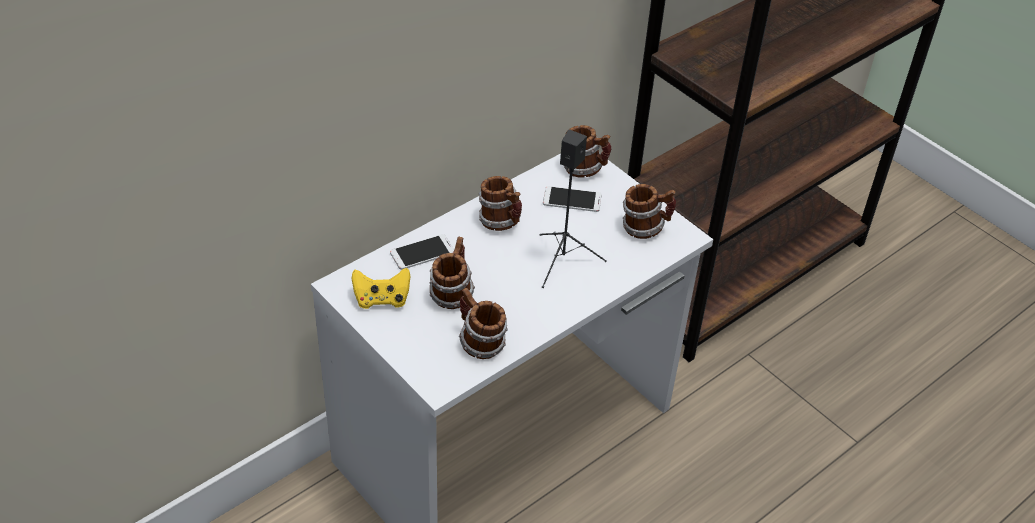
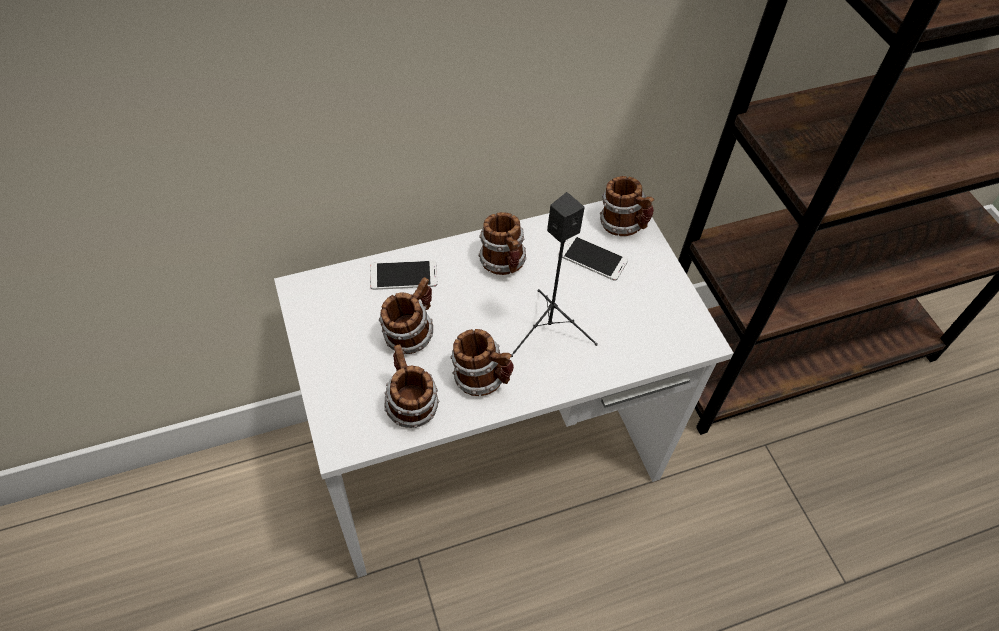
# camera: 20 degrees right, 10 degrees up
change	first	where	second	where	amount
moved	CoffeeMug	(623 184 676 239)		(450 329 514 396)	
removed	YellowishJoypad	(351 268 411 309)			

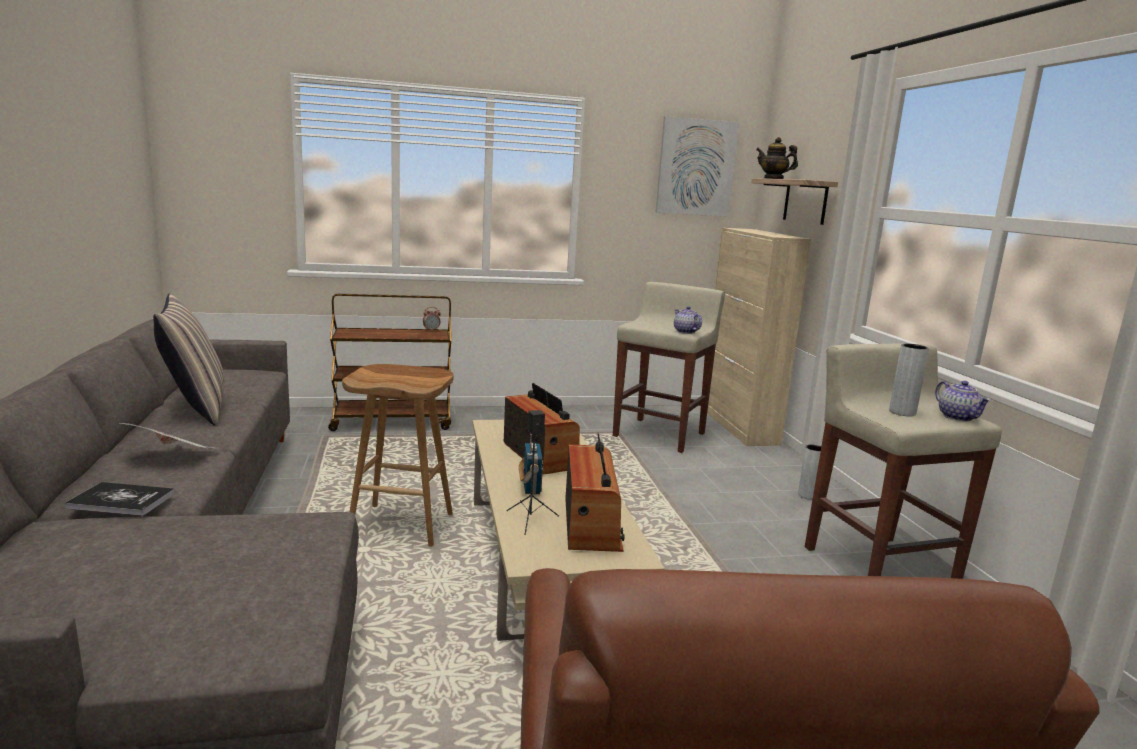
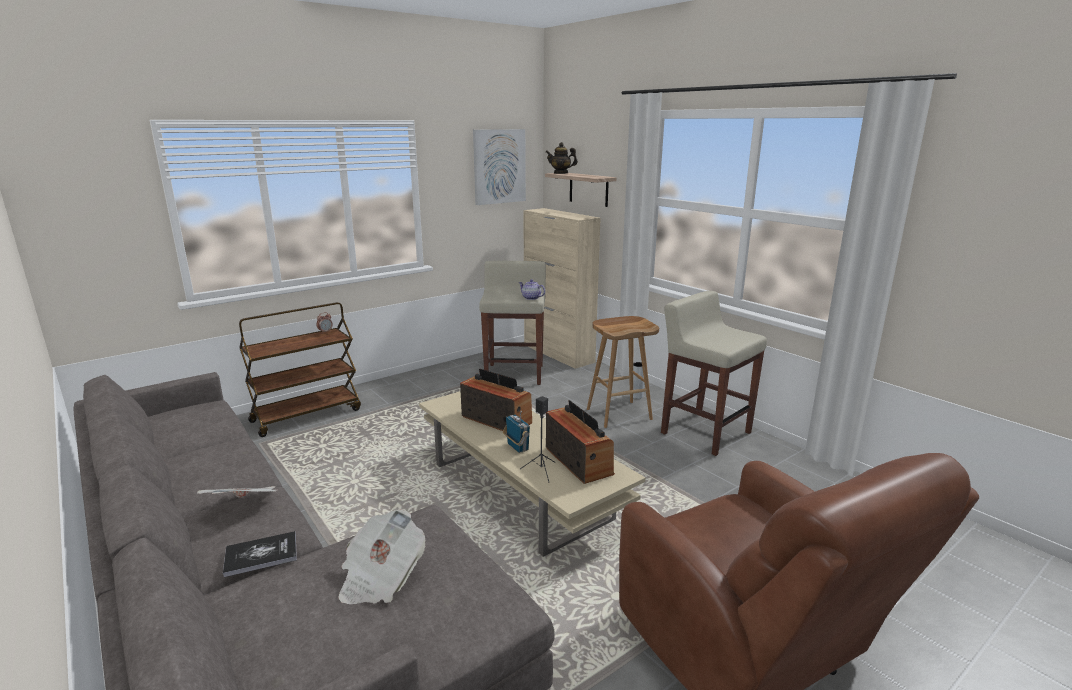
# camera: 25 degrees left, 5 degrees up
change	first	where	second	where	amount
added			Newspaper	(338 509 425 604)	
moved	BrownColouredStool	(342 364 454 547)		(587 316 659 428)	
removed	ThrowPillow	(153 293 224 426)			
removed	GreyishVase	(889 344 929 416)			
removed	Teapot	(935 381 991 421)			

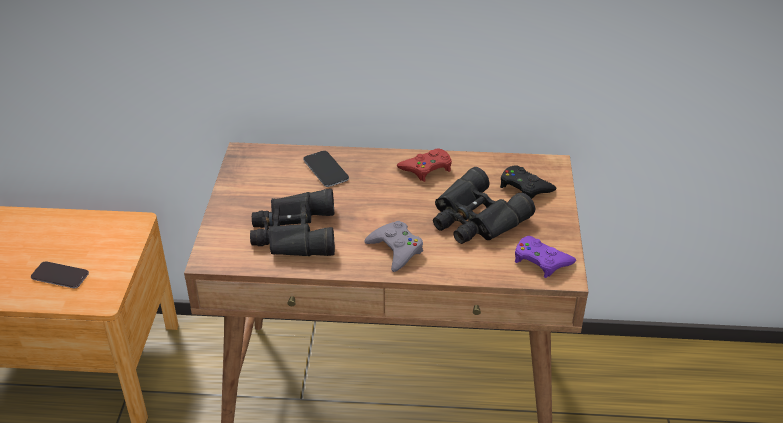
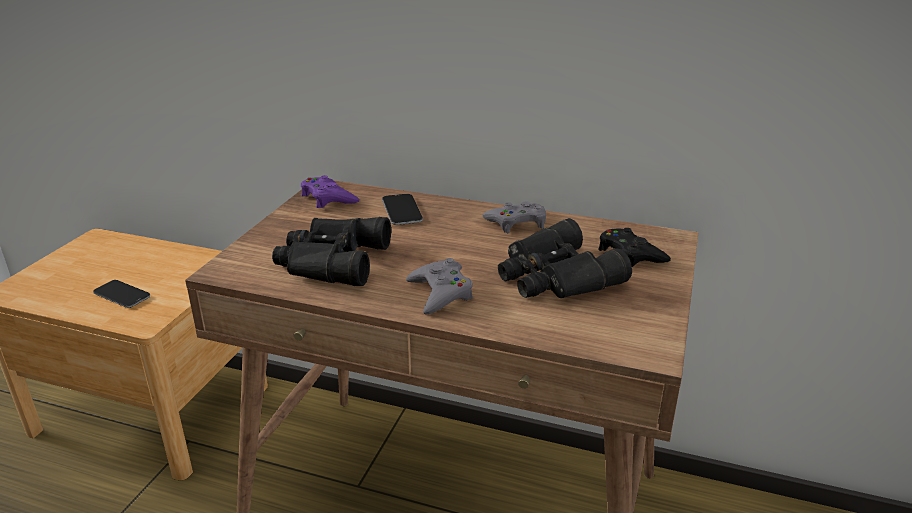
# camera: 15 degrees right, 10 degrees down
change	first	where	second	where	amount
moved	PurplishJoypad	(515 236 576 278)		(301 175 359 208)	
recoloured	RedJoypad	(397 148 452 182)	GreyishJoypad	(483 201 546 233)	

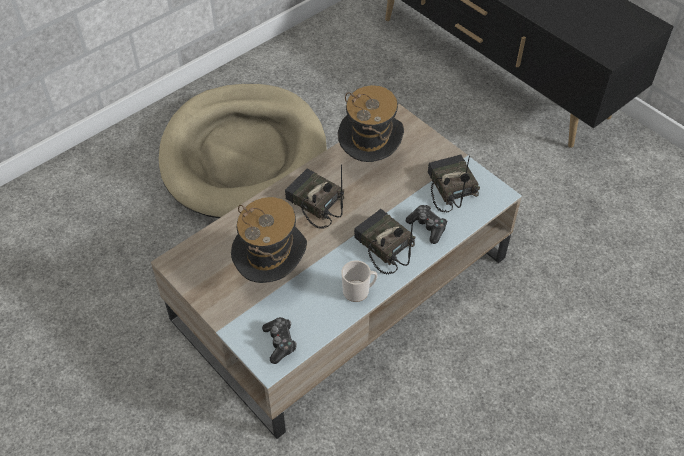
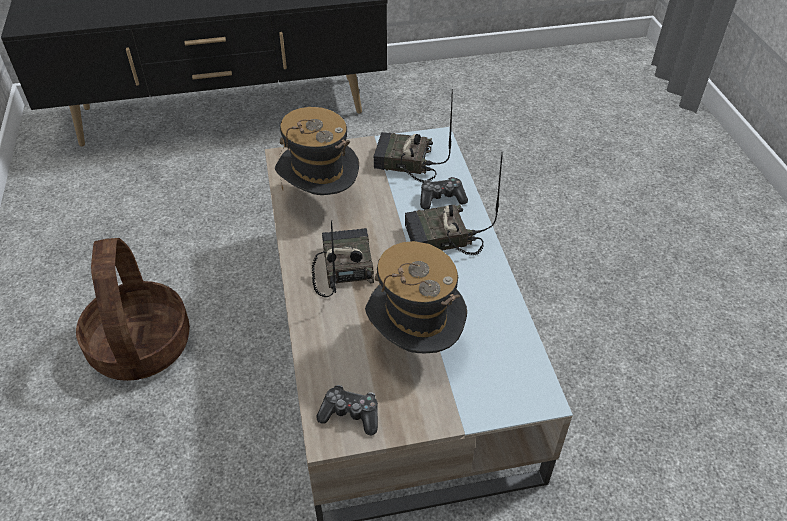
# camera: 60 degrees left, 5 degrees down
change	first	where	second	where	amount
replaced	BeigeColouredDogBed	(159 84 327 218)	HouseholdBasket	(76 238 190 381)	
turned	Radio	(285 164 344 229)		(312 220 374 297)	105 degrees clockwise
moved	Joypad	(262 317 297 364)		(317 385 378 435)	
removed	CoffeeMug	(341 261 378 302)			

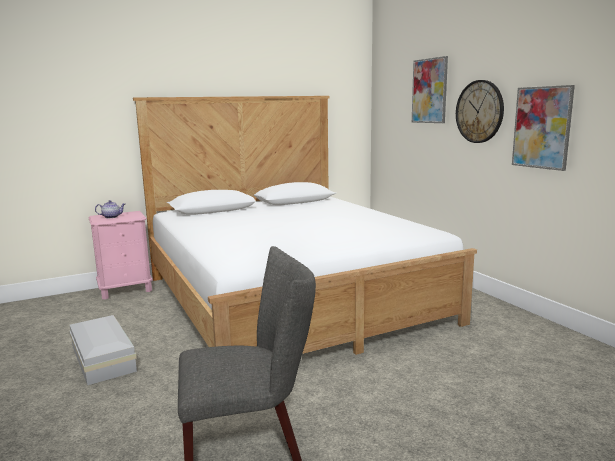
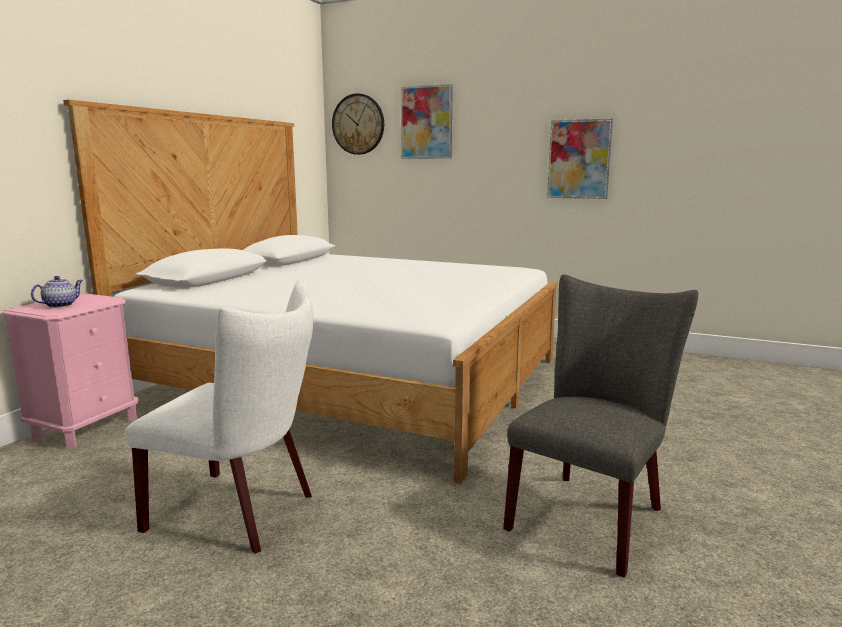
# camera: 40 degrees left, 0 degrees up
change	first	where	second	where	amount
replaced	WhiteColouredStorageBox	(69 315 137 385)	WhiteColouredUprightChair	(126 279 313 554)	
moved	ClockOnTheWall	(456 80 504 143)		(332 93 384 155)	

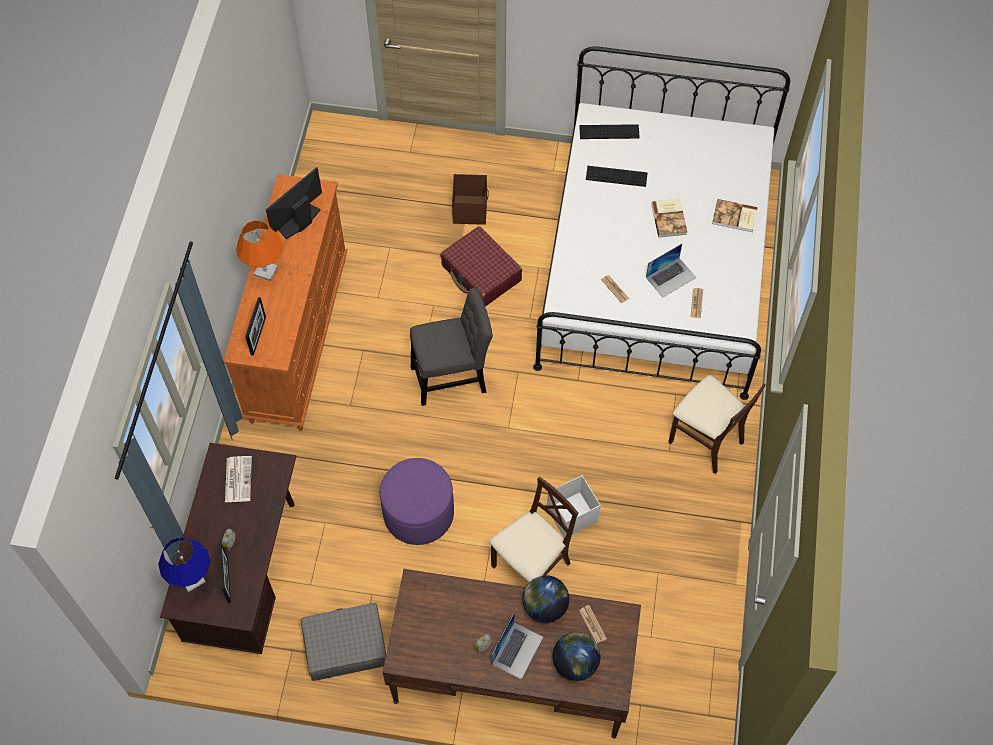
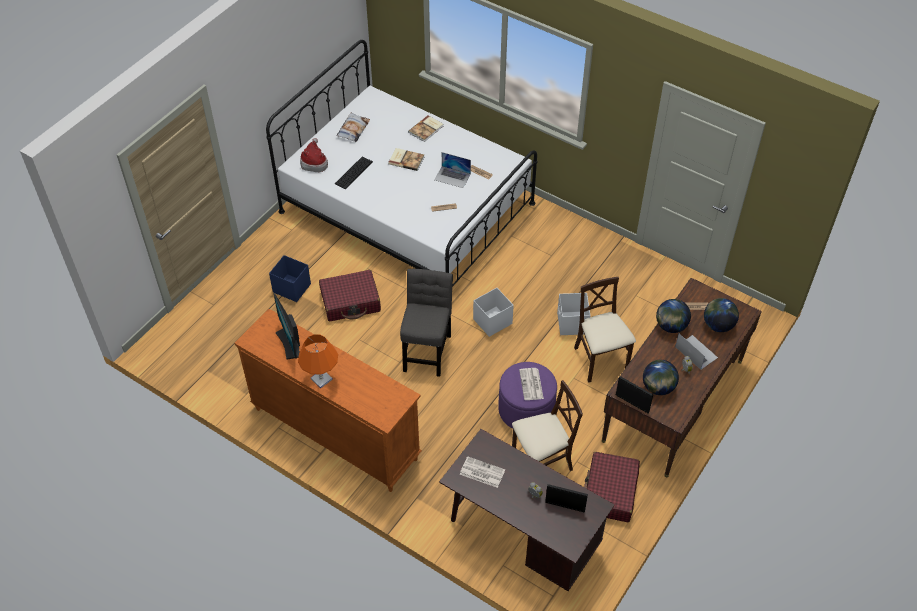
# camera: 65 degrees left, 10 degrees down
change	first	where	second	where	amount
recoloured	BrownColouredStorageBox	(452 174 489 225)	BluishStorageBox	(269 255 311 302)	
replaced	ComputerKeyboard	(579 124 640 139)	Hat	(300 138 328 172)	
added			ThrowPillow	(336 112 370 142)	
turned	PortableComputer	(646 244 696 297)		(434 152 471 188)	120 degrees clockwise
added			WhiteColouredStorageBox	(473 288 514 337)	
moved	BeigeColouredUprightChair	(668 375 766 474)		(512 380 583 471)	
added			Newspaper	(519 368 544 400)	
recoloured	GreyishTravelCase	(301 603 386 681)	RedTravelCase	(584 452 640 522)	
moved	PhotoFrame	(245 297 266 356)		(616 376 653 413)	
added			DeskGlobe	(643 360 679 395)	
removed	BluishTabletopLamp	(158 537 210 592)			

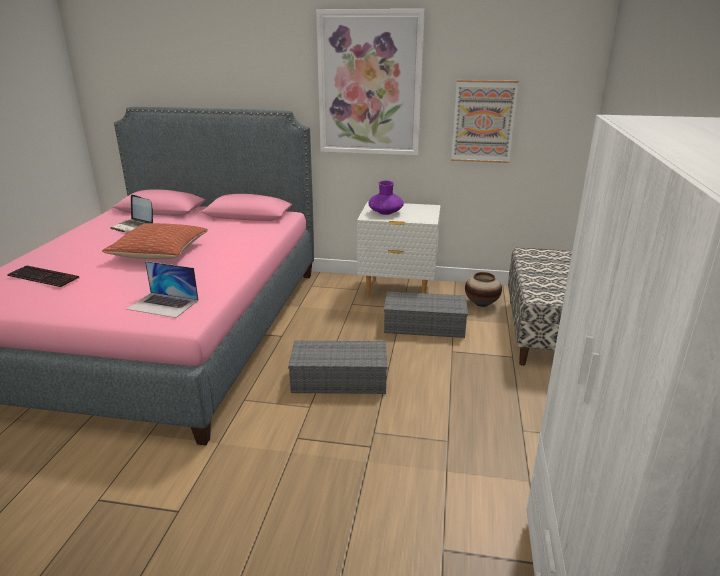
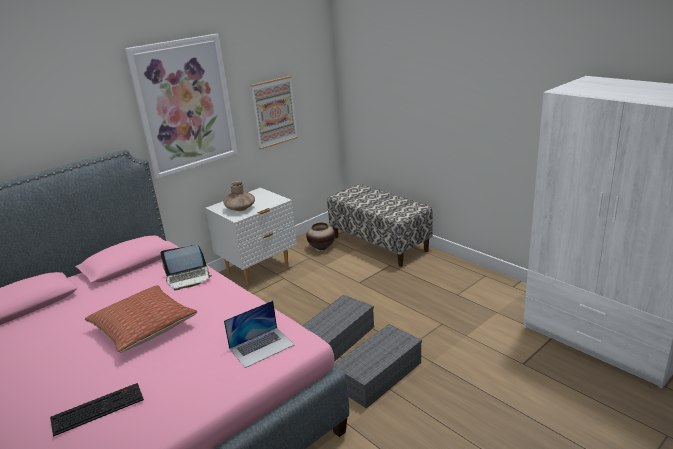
# camera: 50 degrees left, 0 degrees up
change	first	where	second	where	amount
moved	PortableComputer	(110 195 153 232)		(161 245 212 291)	
recoloured	PurplishVase	(368 180 404 215)	BrownColouredVase	(223 181 255 211)	
moved	GreyishStorageBox	(384 291 468 338)		(333 324 422 408)	

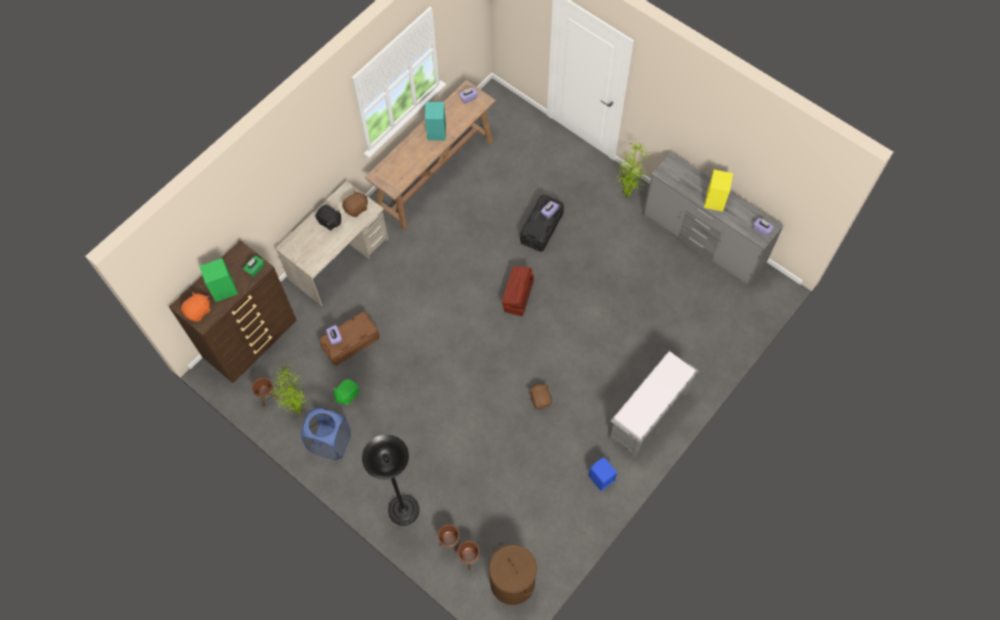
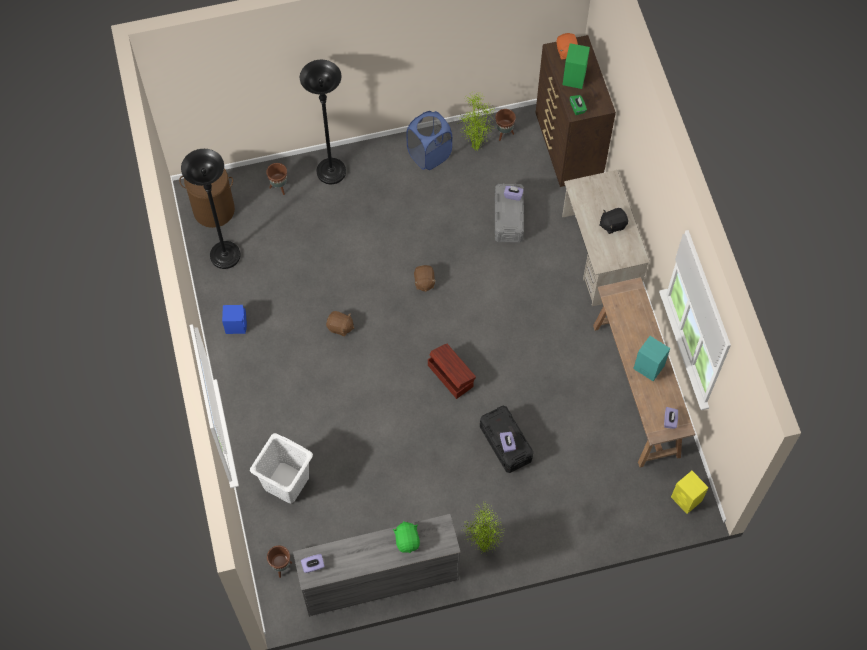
# camera: 125 degrees right, 0 degrees up
change	first	where	second	where	amount
added			BlackFloorLamp	(181 149 241 269)	
added			WhiteColouredHamper	(250 433 313 503)	
moved	BrownColouredPlanter	(457 541 480 570)		(267 546 292 578)	
moved	GreenCuddlyToy	(333 379 359 405)		(393 521 420 553)	
moved	BrownColouredCuddlyToy	(342 191 368 217)		(414 265 436 292)	
recoloured	BrownColouredStorageBox	(319 312 379 365)	GreyishStorageBox	(495 183 524 243)	
moved	YellowishAudioSpeaker	(704 170 733 212)		(671 471 709 514)	
removed	GreyishIndoorBench	(609 351 699 458)			

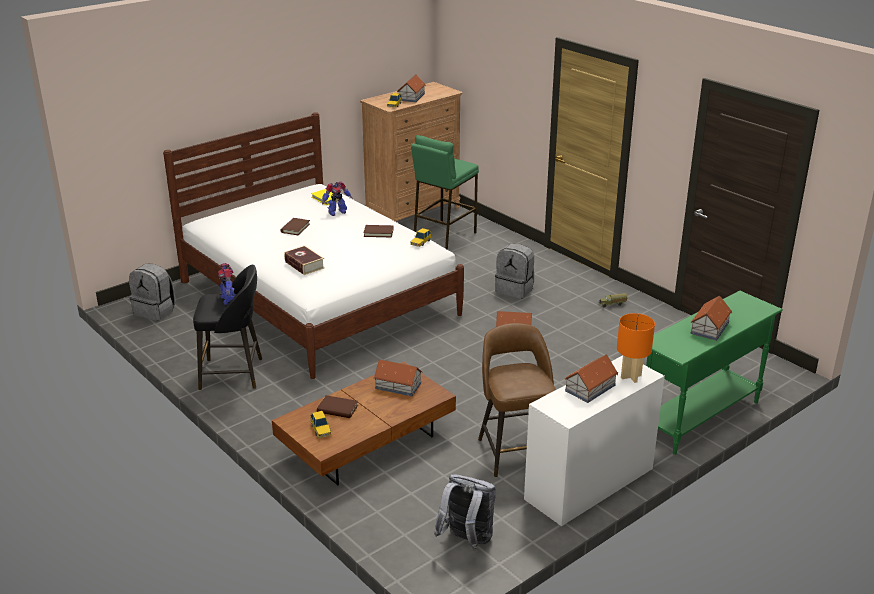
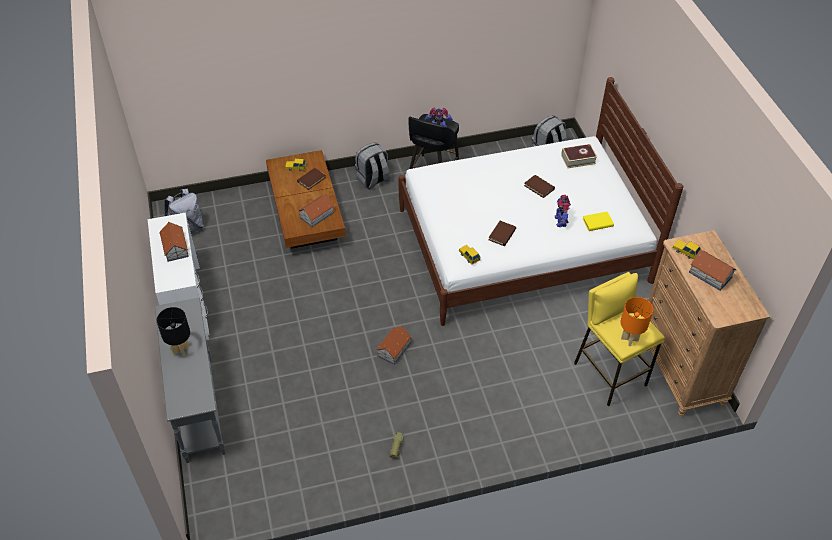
# camera: 115 degrees right, 20 degrees up
change	first	where	second	where	amount
recoloured	GreenHallTable	(646 291 783 455)	GreyishHallTable	(155 298 226 463)	
replaced	ModelHouse	(690 296 732 341)	BlackTabletopLamp	(157 307 190 356)	
moved	GreyishBackpack	(495 243 534 299)		(355 142 390 189)	
moved	Volume	(284 246 325 275)		(561 144 597 168)	
recoloured	GreenStool	(411 135 479 250)	YellowishStool	(574 272 665 406)	
moved	OrangeTabletopLamp	(617 313 655 383)		(621 297 653 346)	
removed	BrownColouredStool	(478 323 556 477)			

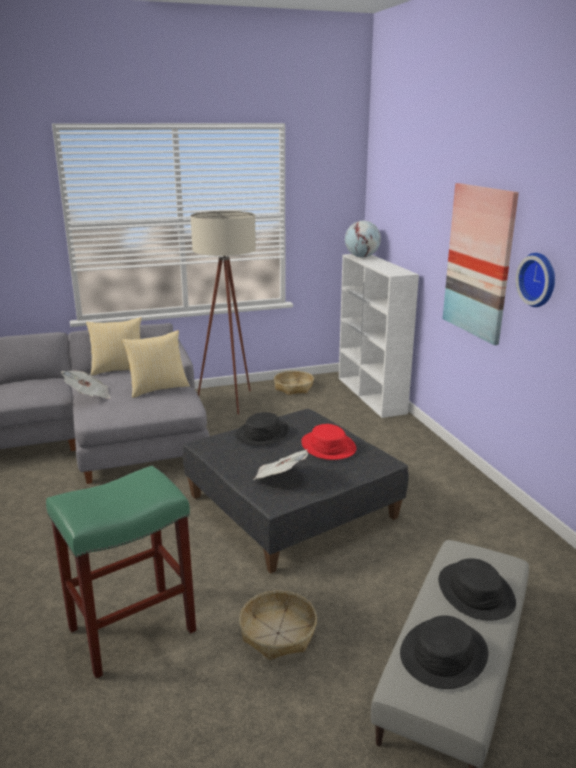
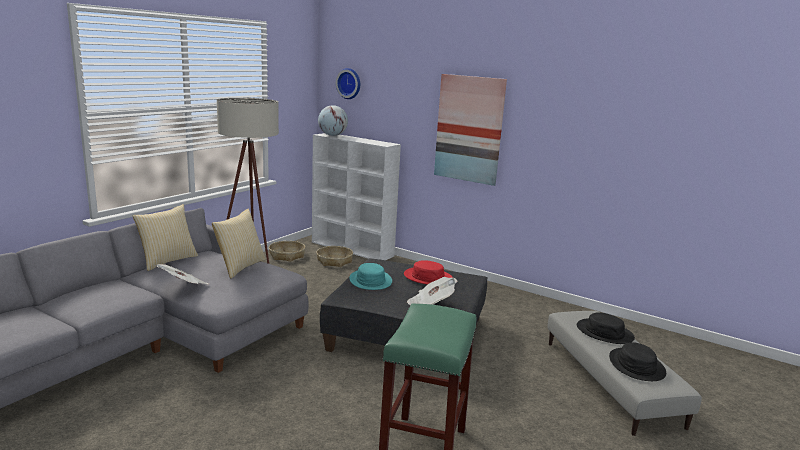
# camera: 40 degrees left, 5 degrees down
change	first	where	second	where	amount
moved	HouseholdBasket	(239 591 317 660)		(316 246 353 267)	
moved	ClockOnTheWall	(516 253 555 307)		(336 68 360 99)	
recoloured	BlackHat	(235 412 289 446)	TurquoiseHat	(349 263 392 290)	

